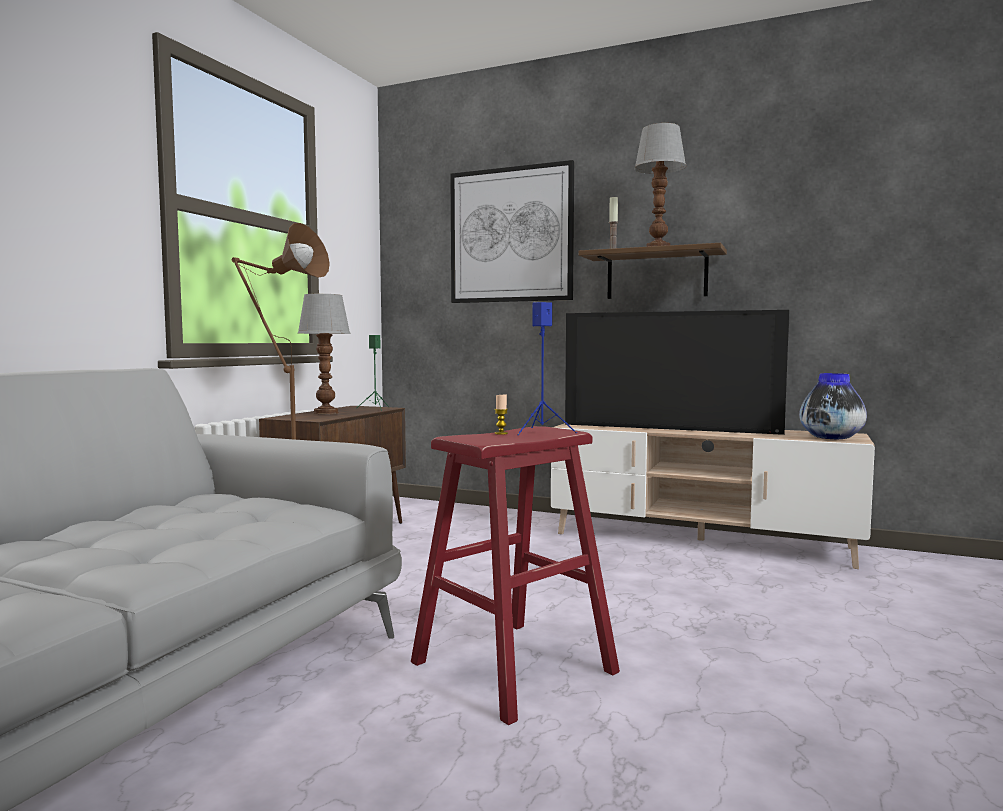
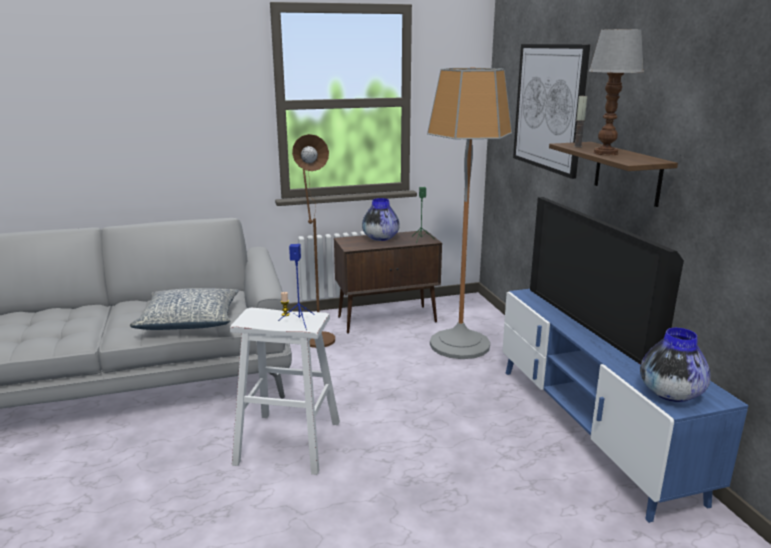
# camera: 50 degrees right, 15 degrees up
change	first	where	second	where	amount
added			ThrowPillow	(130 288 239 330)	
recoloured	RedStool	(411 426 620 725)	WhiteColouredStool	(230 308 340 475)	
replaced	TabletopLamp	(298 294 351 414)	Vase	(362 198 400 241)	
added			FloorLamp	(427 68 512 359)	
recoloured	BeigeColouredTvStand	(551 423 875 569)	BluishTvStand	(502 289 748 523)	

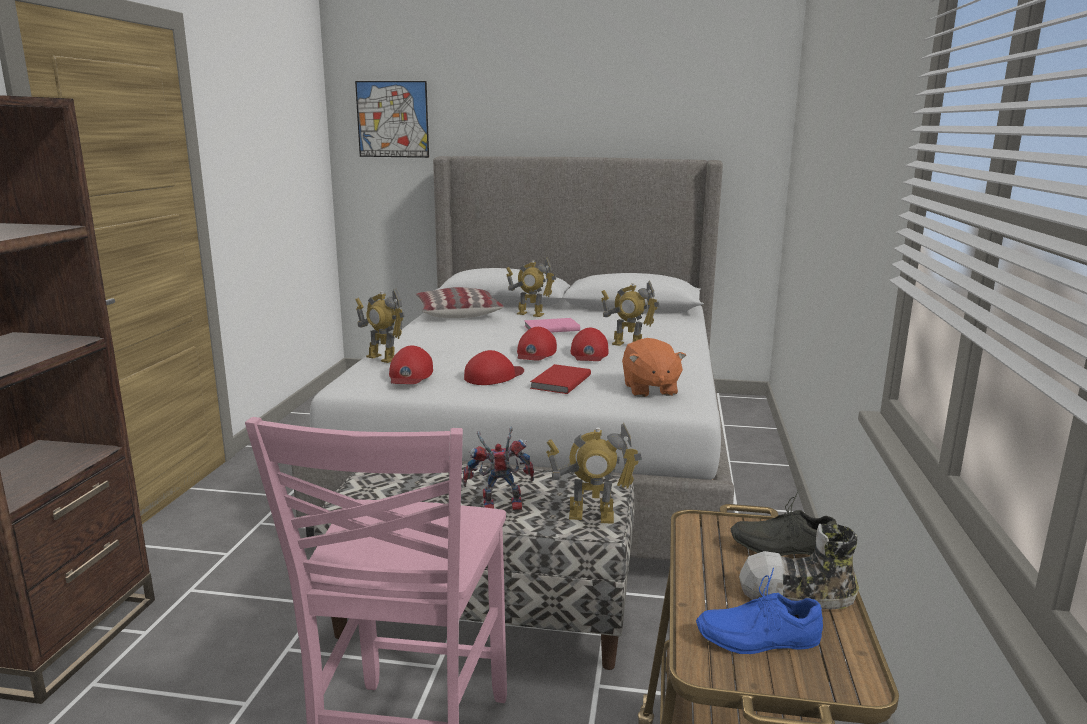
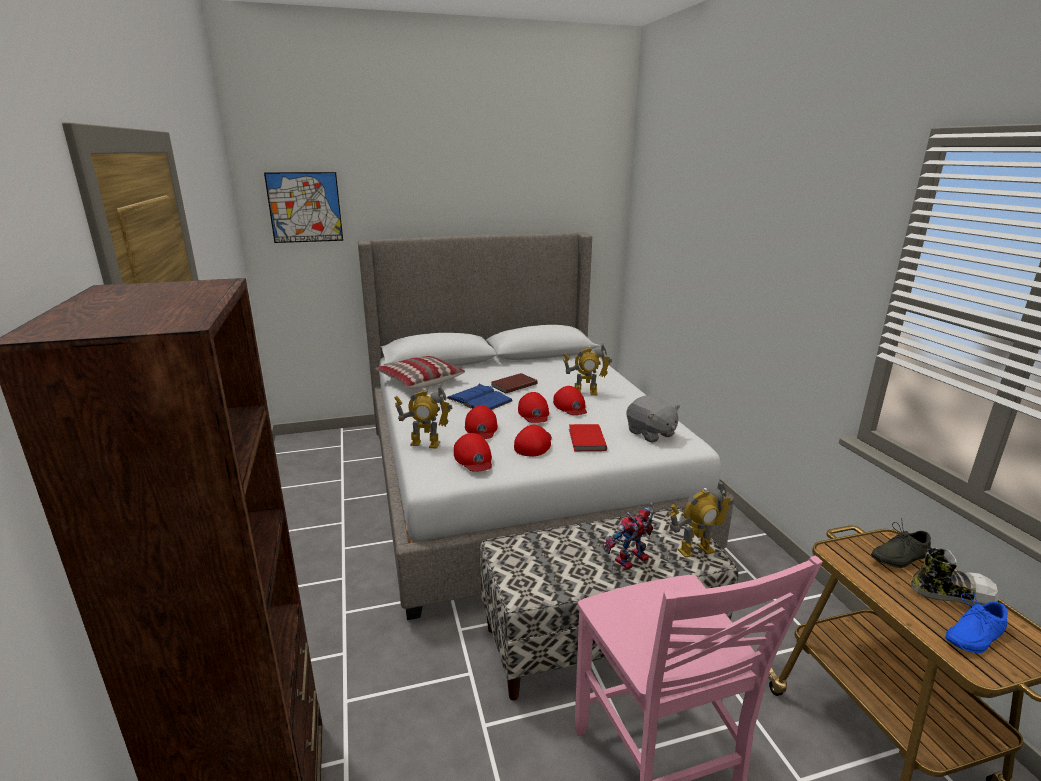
# camera: 25 degrees left, 5 degrees up
change	first	where	second	where	amount
added			BluishVolume	(447 384 513 410)	
added			RedPeakedCap	(465 406 498 439)	
recoloured	PinkColouredVolume	(524 318 580 333)	BrownColouredVolume	(491 373 538 393)	
recoloured	OrangeCuddlyToy	(622 338 686 397)	GreyishCuddlyToy	(627 395 680 443)	
turned	ItemOfFootwear	(739 524 859 609)		(911 548 999 606)	150 degrees counterclockwise
removed	RobotFigure	(506 258 556 317)			

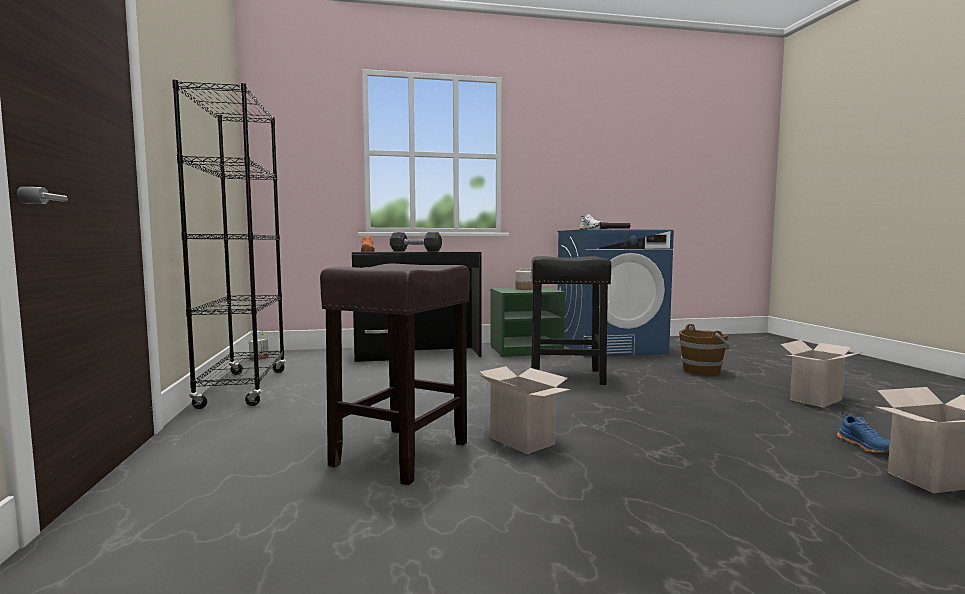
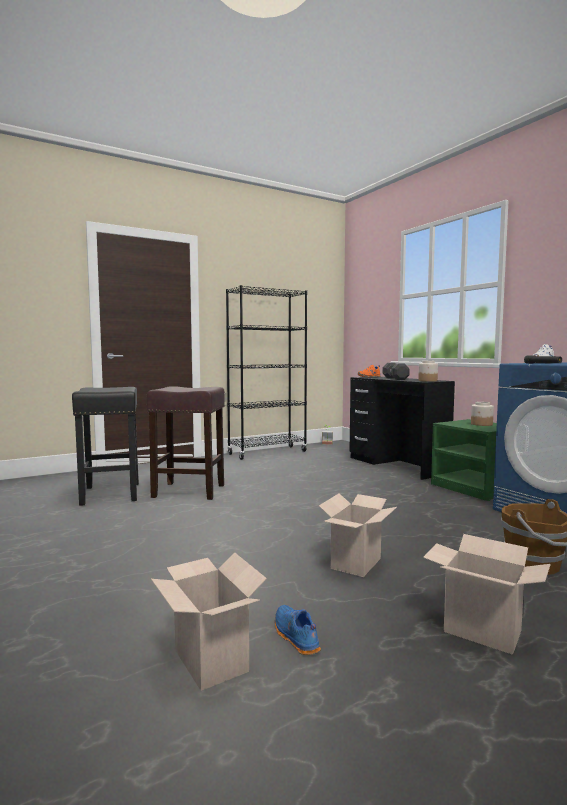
# camera: 70 degrees right, 0 degrees up
change	first	where	second	where	amount
moved	BlackStool	(531 256 611 385)		(72 387 139 506)	
turned	BluishItemOfFootwear	(837 412 890 453)		(275 605 321 655)	90 degrees clockwise
moved	Carton	(479 366 571 454)		(319 493 397 577)	
added			PreserveJar	(418 361 438 382)	

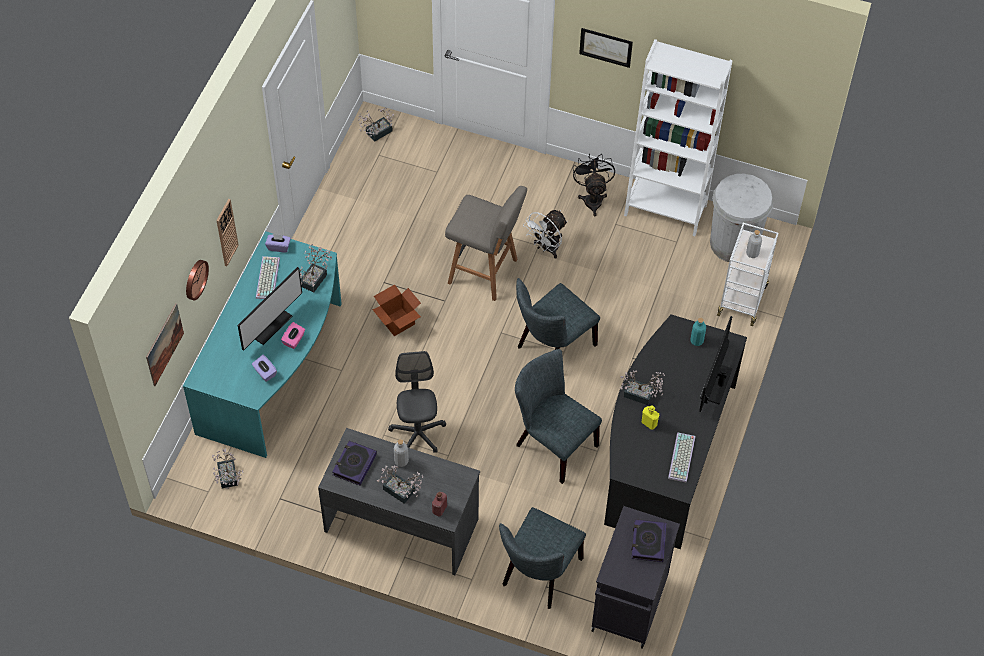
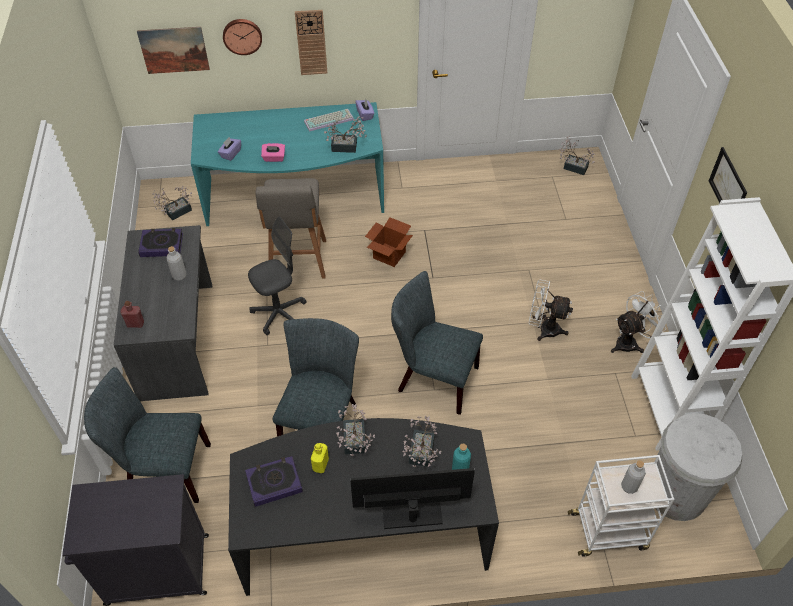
# camera: 65 degrees right, 5 degrees down
change	first	where	second	where	amount
moved	Volume	(631 519 666 562)		(245 456 303 507)	
moved	GreyishStool	(445 186 527 301)		(255 178 326 279)	
moved	PottedPlant	(377 466 423 504)		(402 416 441 467)	
recoloured	BlackCoolingFan	(573 154 615 216)	WhiteColouredCoolingFan	(611 291 666 353)	
removed	Monitor	(238 267 302 351)			
removed	ComputerKeyboard	(668 432 695 483)			

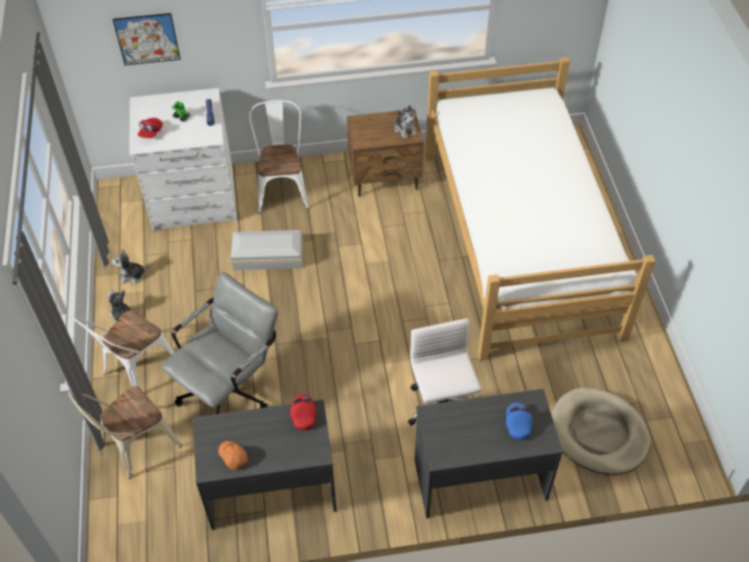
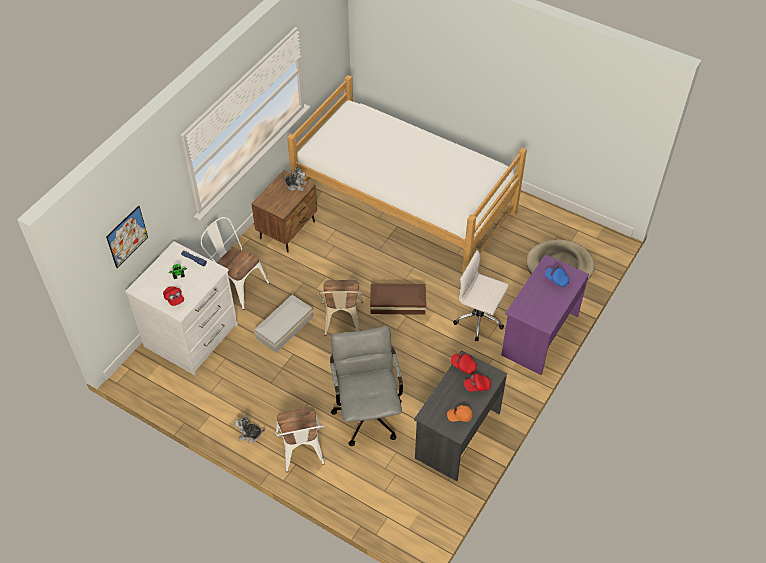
# camera: 50 degrees left, 0 degrees up
change	first	where	second	where	amount
moved	BeigeColouredUprightChair	(68 386 182 479)		(318 280 363 336)	
added			BrownColouredStorageBox	(370 283 426 315)	
added			RedPeakedCap	(464 374 491 392)	
recoloured	GreyishDesk	(415 389 563 518)	PurplishDesk	(501 254 589 375)	
removed	CuddlyToy	(111 249 148 284)			

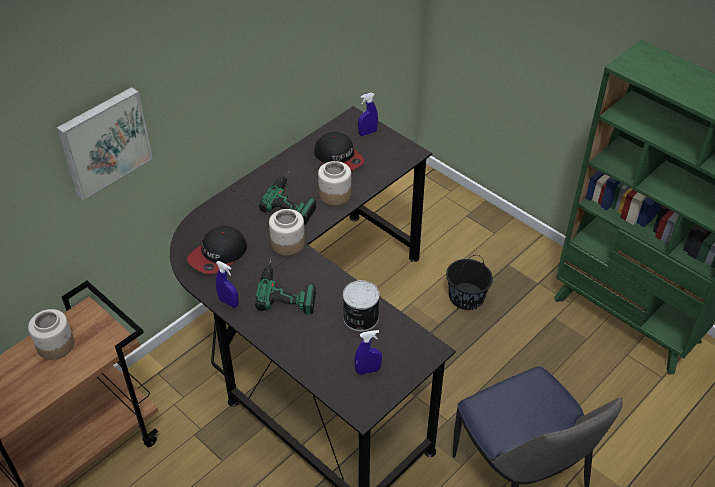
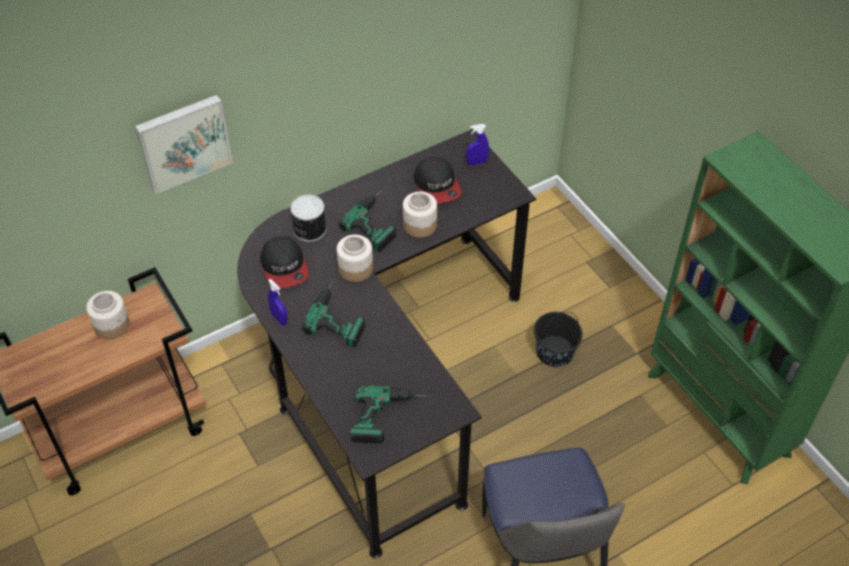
# camera: 15 degrees right, 5 degrees up
change	first	where	second	where	amount
turned	PeakedCap	(187 226 247 274)		(260 237 309 288)	75 degrees counterclockwise
moved	SealedCan	(343 280 380 332)		(290 195 327 242)	
replaced	BluishSprayBottle	(354 330 382 374)	ElectricDrill	(351 385 427 444)	

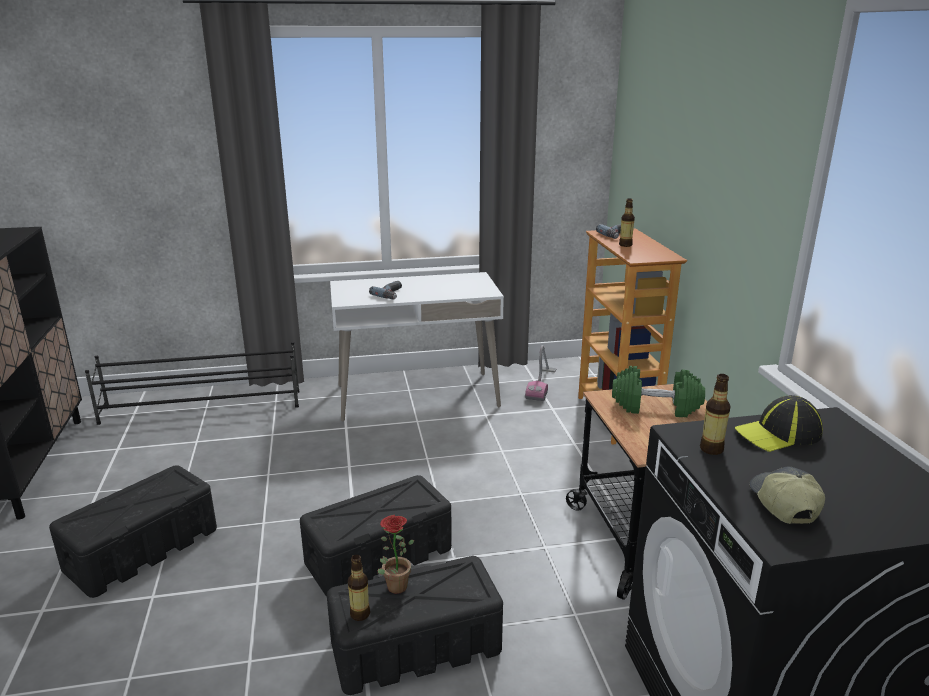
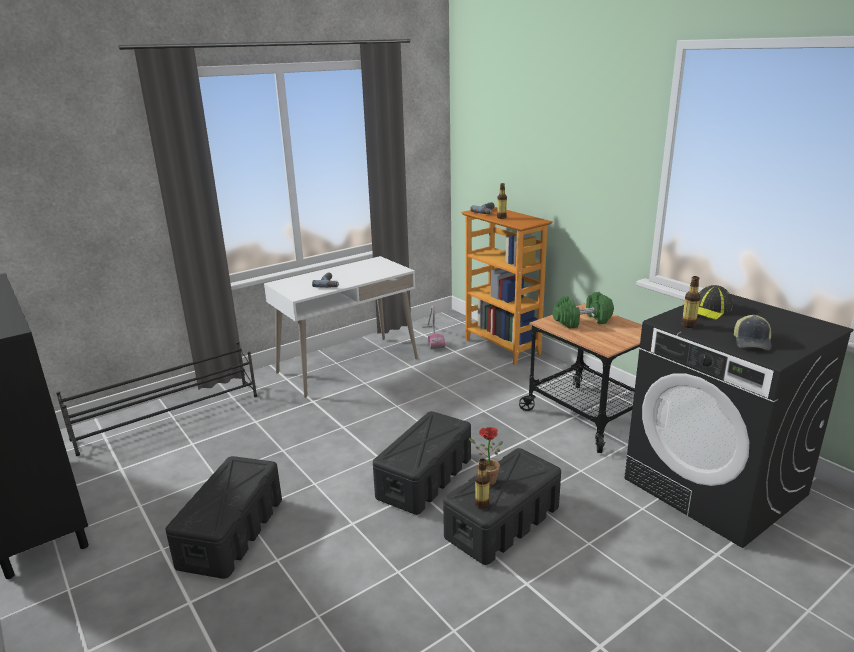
# camera: 25 degrees left, 0 degrees up
change	first	where	second	where	amount
turned	PeakedCap	(749 466 825 524)		(734 315 771 350)	135 degrees counterclockwise

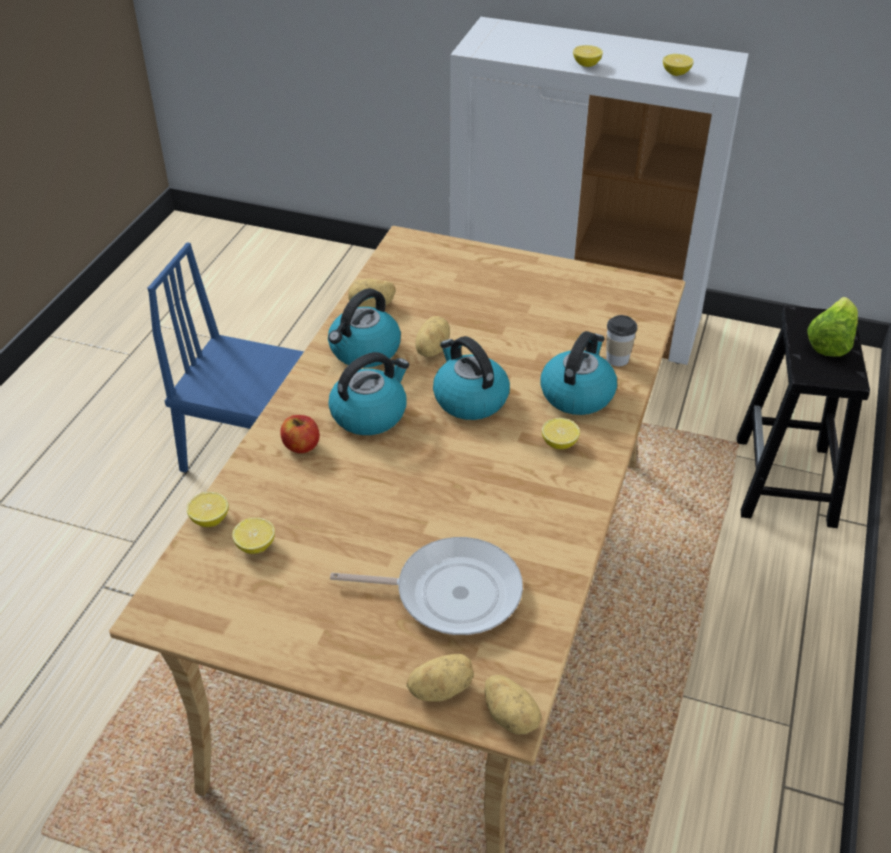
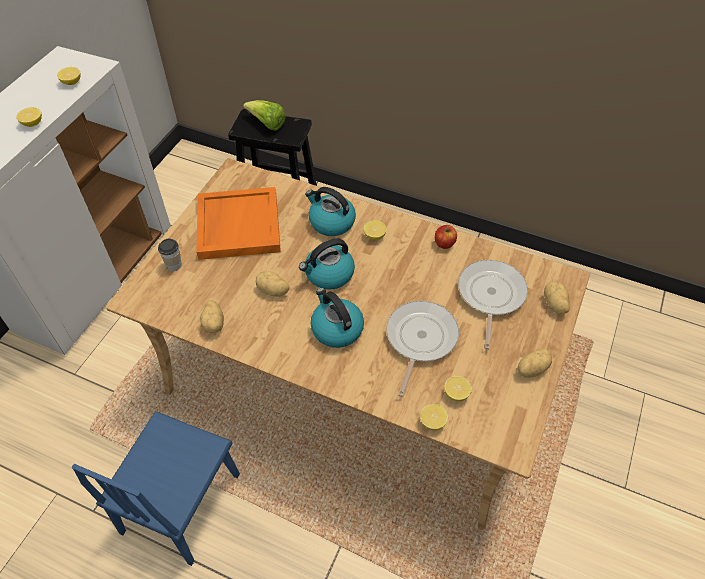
# camera: 85 degrees left, 10 degrees up
change	first	where	second	where	amount
moved	SmallCup	(606 315 637 366)		(158 239 182 271)	
added			OrangeServingTray	(196 187 281 260)	
added			Pan	(386 301 459 397)	
moved	WholeApple	(280 415 320 453)		(435 225 457 249)	
moved	Potato	(484 675 542 735)		(517 349 552 378)	
removed	Kettle	(328 288 401 368)			

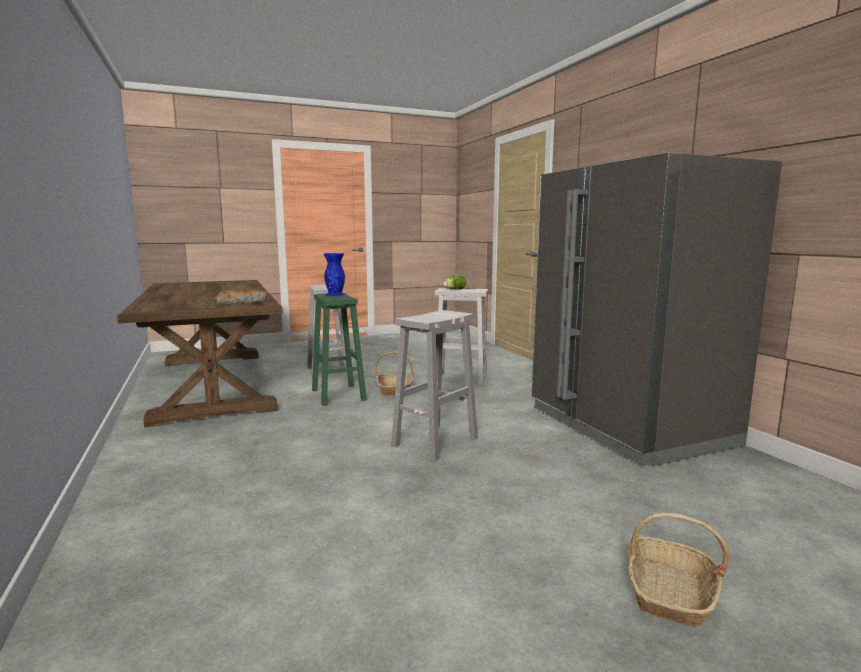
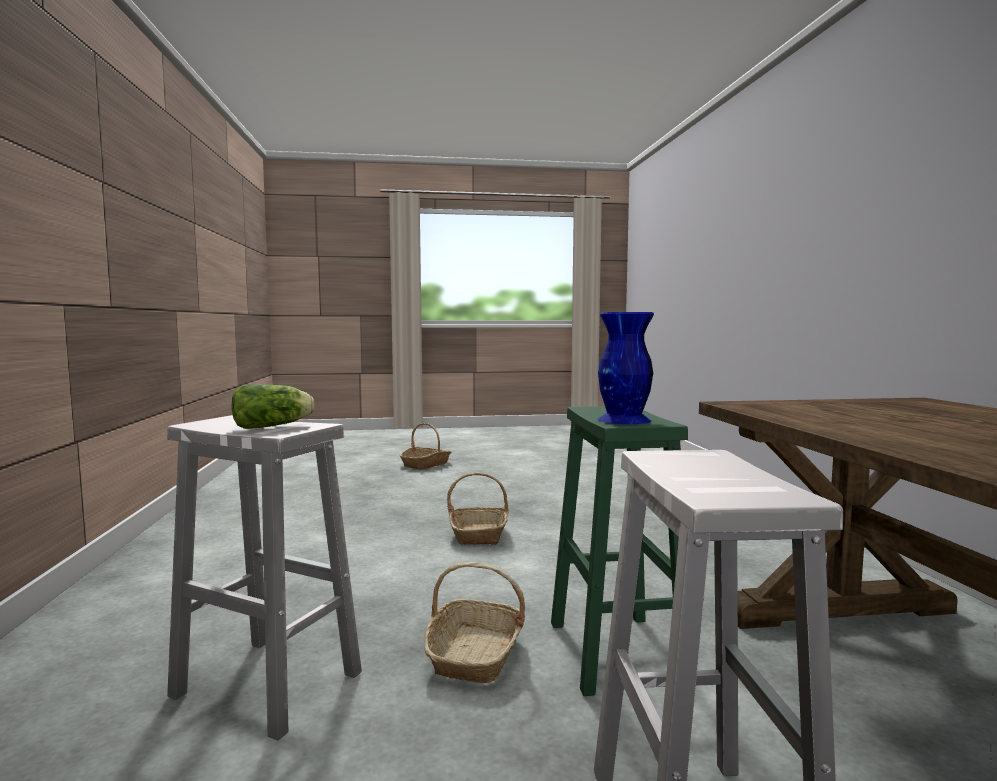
# camera: 165 degrees left, 5 degrees down
change	first	where	second	where	amount
replaced	WhiteColouredStool	(391 310 478 461)	HouseholdBasket	(447 473 509 545)	
removed	BakeryBread	(216 289 267 305)			
removed	GreyishKitchenFridge	(532 153 782 466)			

